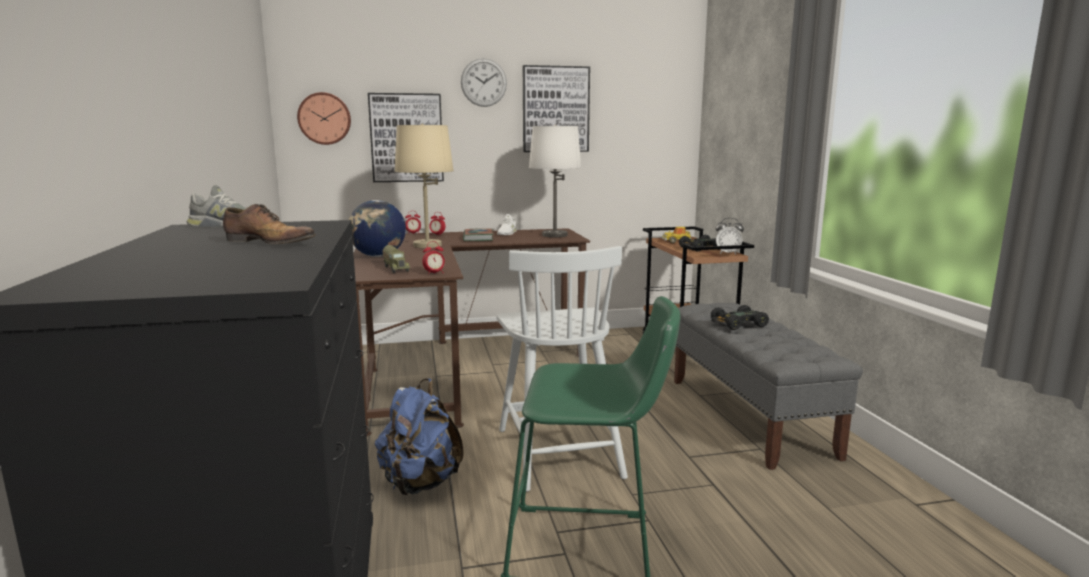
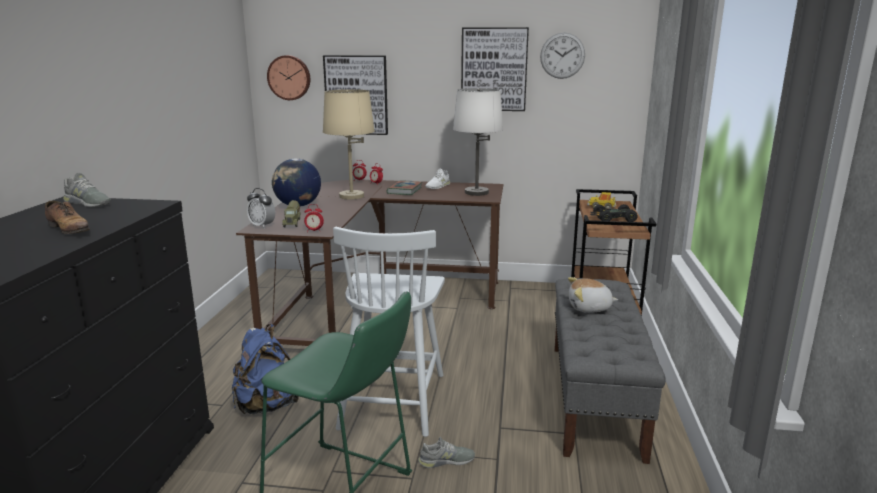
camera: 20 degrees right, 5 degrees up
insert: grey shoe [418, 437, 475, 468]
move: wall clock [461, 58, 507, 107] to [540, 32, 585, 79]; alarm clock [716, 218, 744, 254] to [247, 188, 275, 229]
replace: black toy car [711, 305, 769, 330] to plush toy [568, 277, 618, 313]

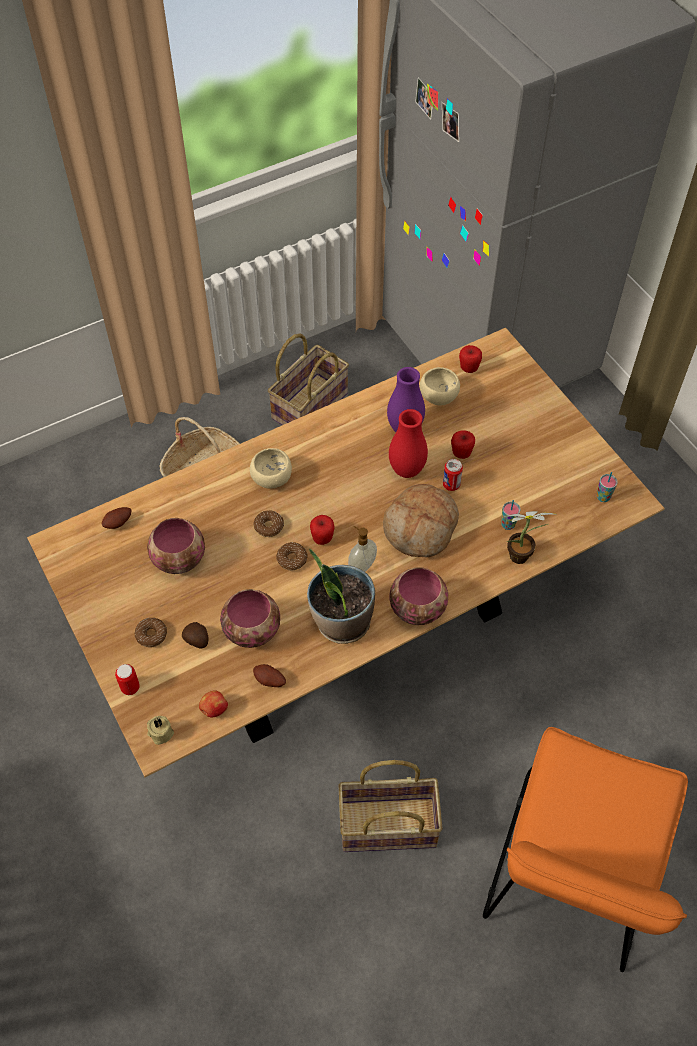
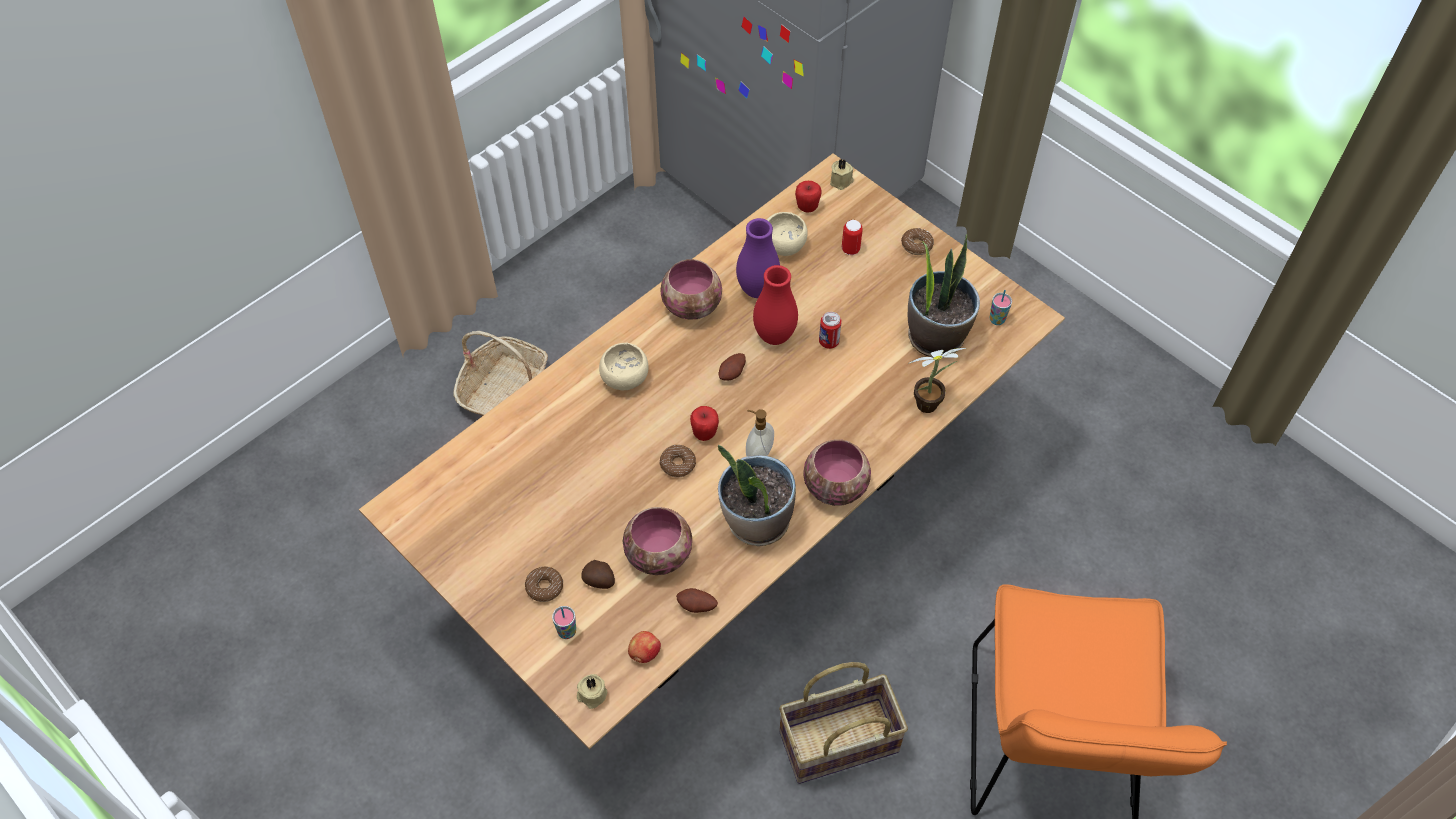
camera: 15 degrees left, 0 degrees up
delete: basket [268, 333, 349, 425]; bread [383, 484, 459, 558]; apple [451, 430, 475, 459]
insert: beige candle [830, 159, 854, 190]; potted plant [908, 234, 980, 358]
move: potato [102, 507, 131, 529] to [719, 353, 746, 381]; can [115, 664, 140, 695] to [842, 220, 863, 255]; bowl [147, 518, 205, 574] to [660, 259, 722, 320]; donut [253, 510, 284, 537] to [901, 228, 934, 255]; cup [501, 500, 520, 530] to [552, 606, 576, 639]

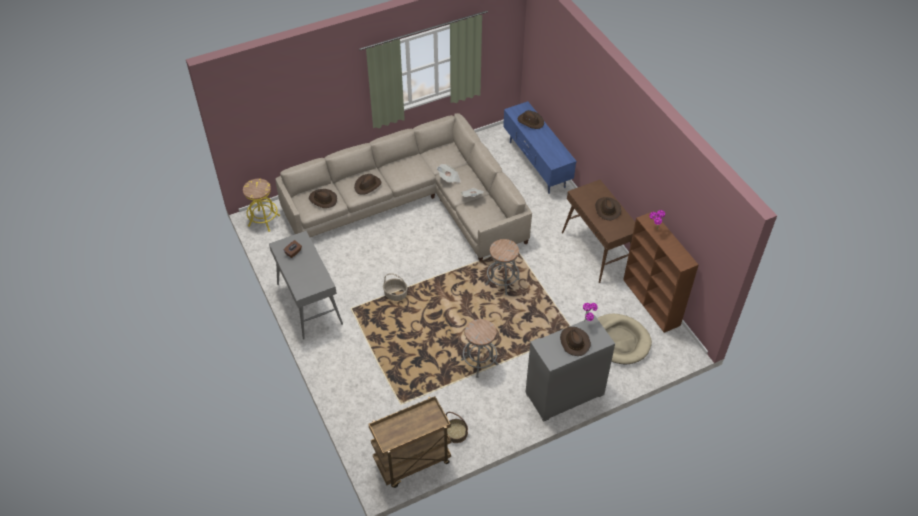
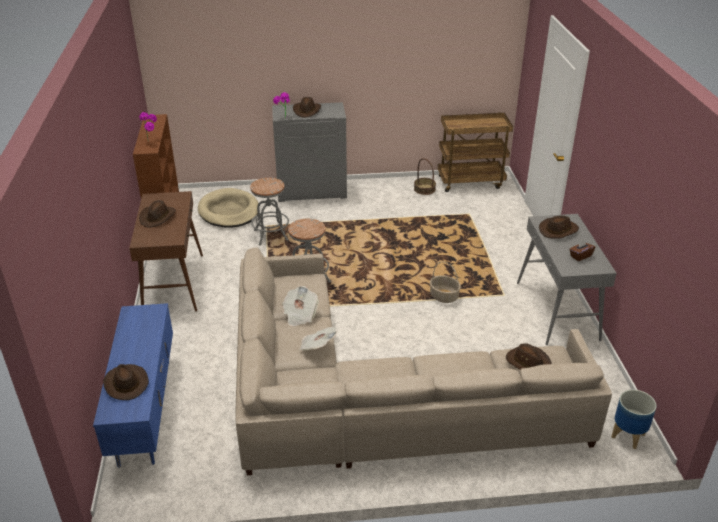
camera: 160 degrees left, 15 degrees down
move: brown hat [354, 174, 381, 195] to [539, 216, 579, 239]; grey stool [461, 319, 498, 378] to [250, 178, 289, 245]
replace: yellow stool [243, 179, 280, 232] to planter [611, 390, 657, 449]

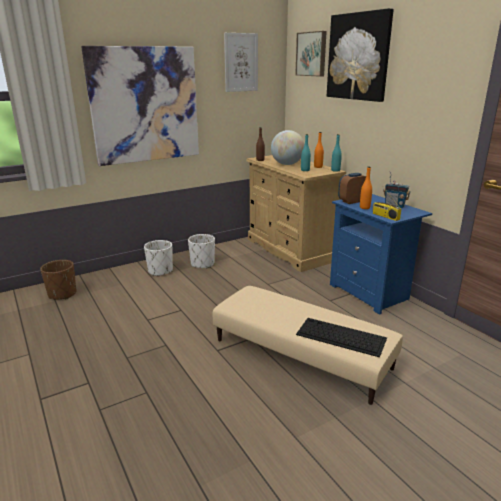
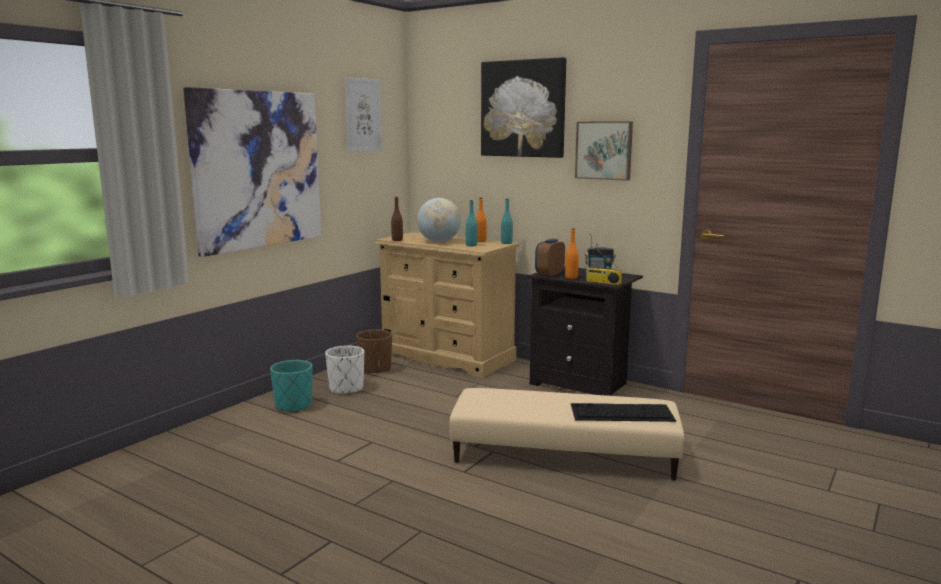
camera: 25 degrees left, 10 degrees down
move: brown planter [40, 260, 76, 299] to [356, 329, 392, 374]; picture [295, 31, 327, 77] to [575, 121, 633, 181]
recolor: white planter [144, 240, 173, 277] to turquoise planter [270, 360, 313, 413]; blue nightstand [330, 194, 432, 315] to black nightstand [527, 266, 643, 396]

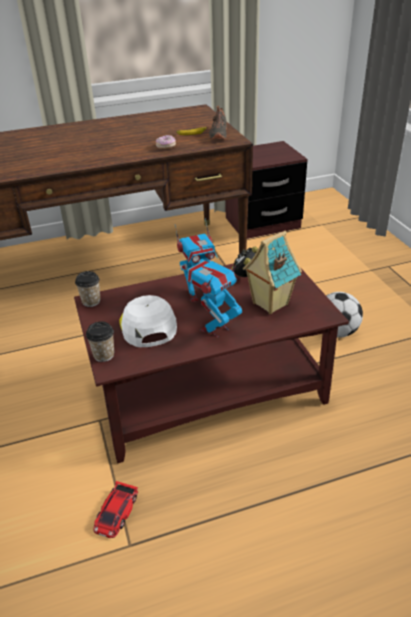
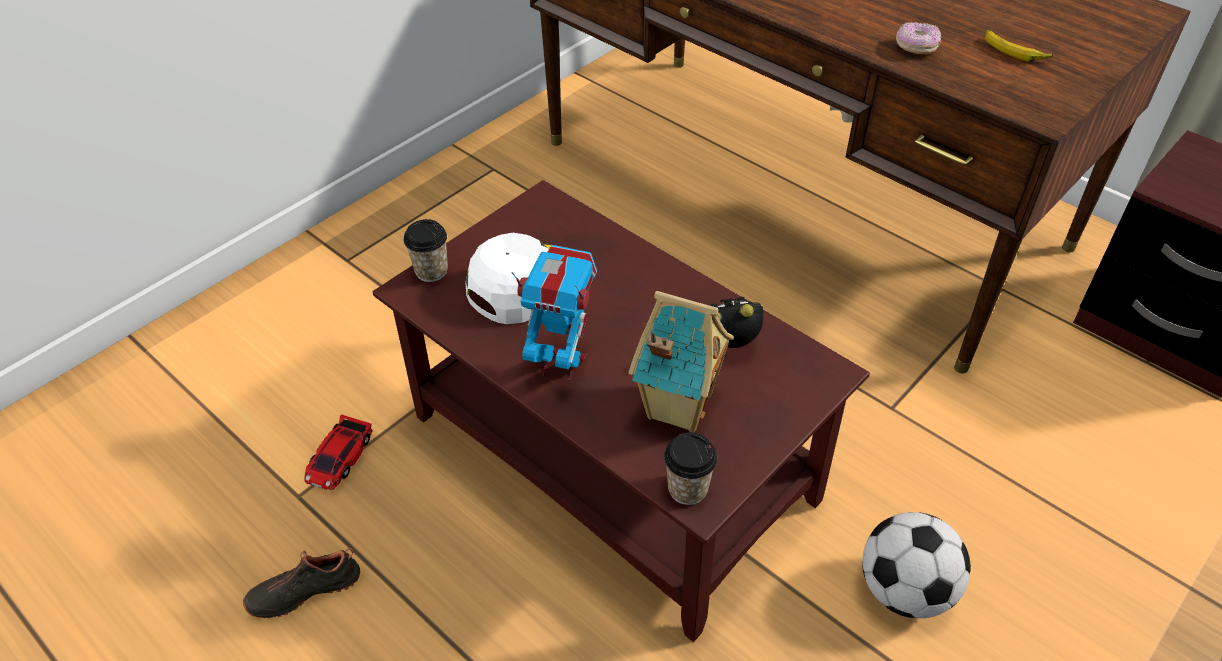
camera: 60 degrees right, 10 degrees up
delete: toy robot [175, 218, 218, 302]
move: cup [75, 271, 101, 307] to [664, 433, 717, 505]; black shoe [209, 106, 227, 139] to [243, 548, 360, 618]
rotate: toy car [93, 481, 138, 538] = [304, 415, 373, 490] 60 degrees counterclockwise

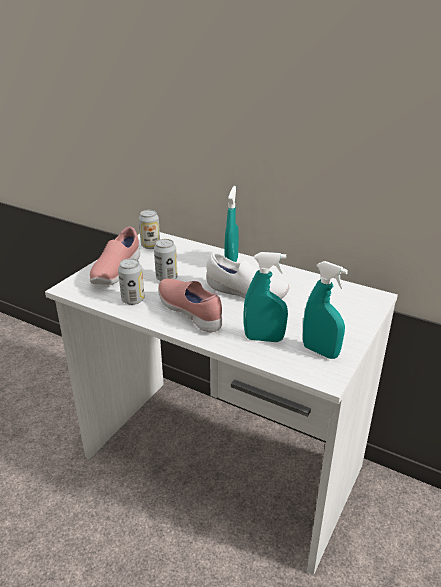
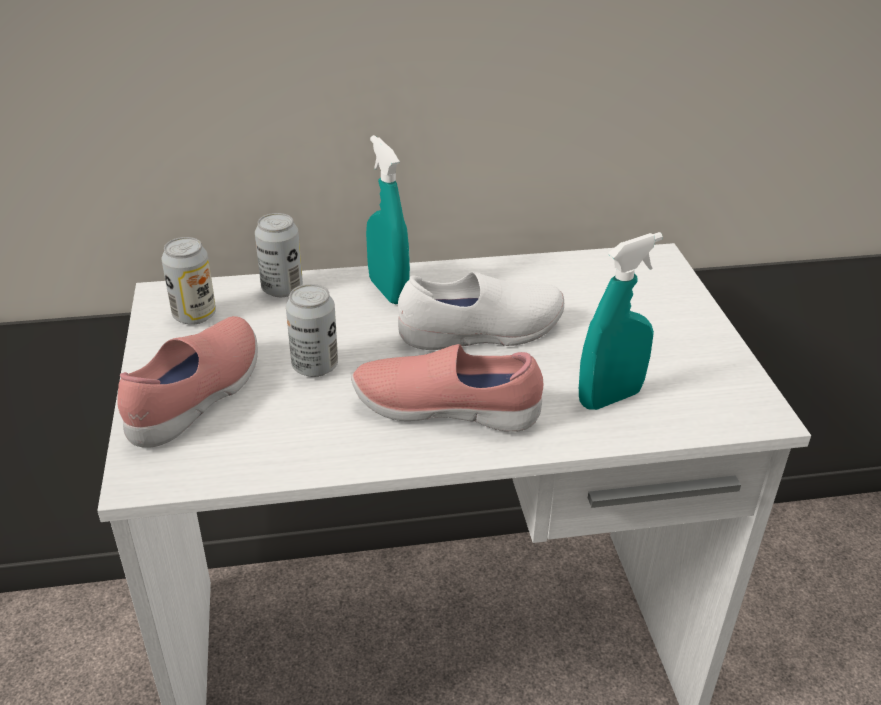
camera: 40 degrees left, 5 degrees up
delete: turquoise spray bottle [303, 261, 348, 359]
move: can [118, 258, 145, 305] to [255, 213, 303, 297]
rotate: pink shoe [90, 227, 140, 285] = [117, 316, 258, 448] 135 degrees counterclockwise

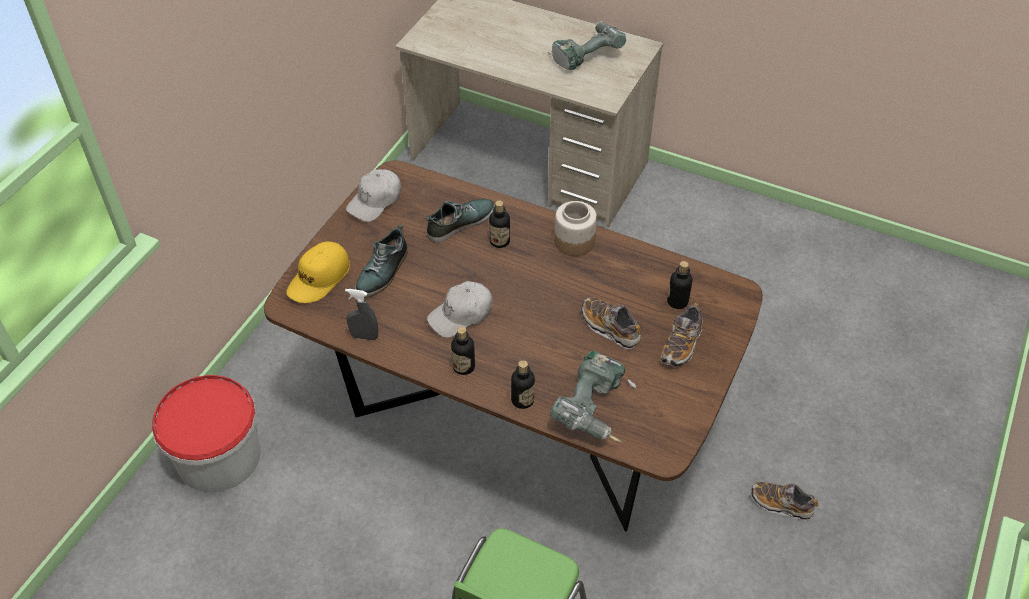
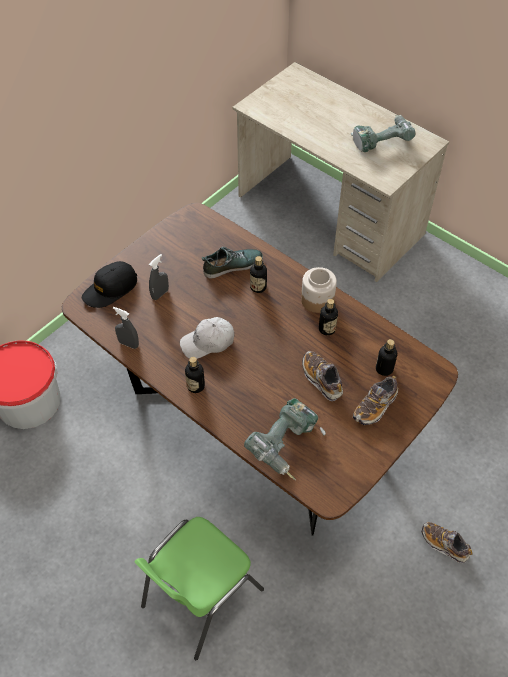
camera: 15 degrees right, 5 degrees up
delete: white cap [346, 169, 401, 222]
move: bottle [511, 360, 535, 409] to [319, 299, 338, 335]
replace: shoe [355, 224, 408, 298] to grey spray bottle [149, 254, 169, 300]
recolor: yellow cap [286, 241, 350, 303] to black cap [82, 261, 137, 308]

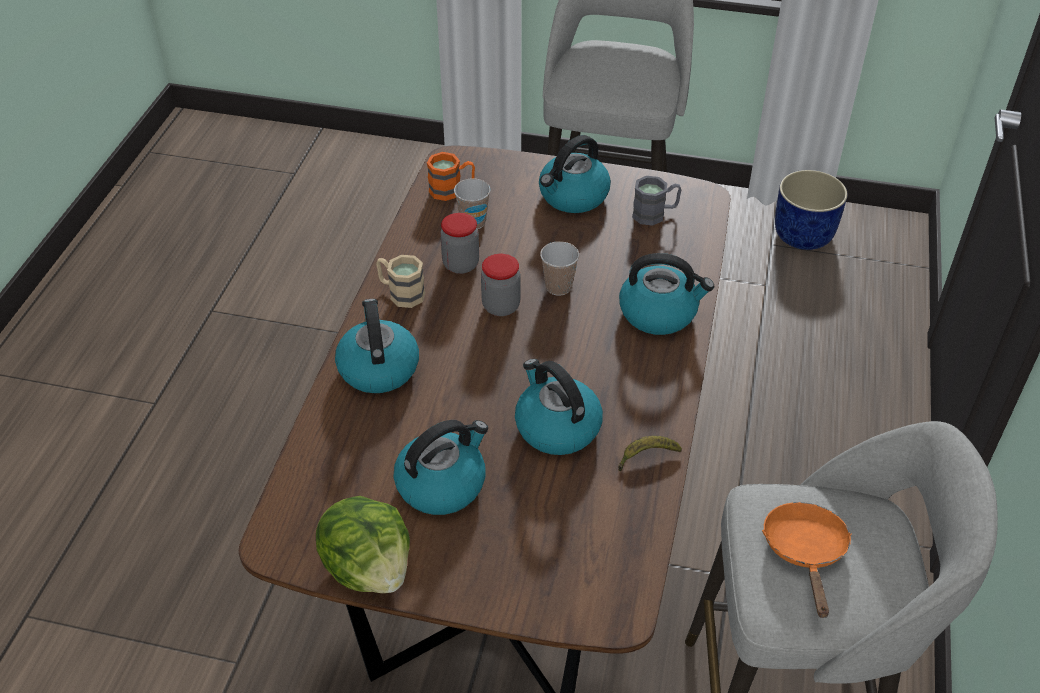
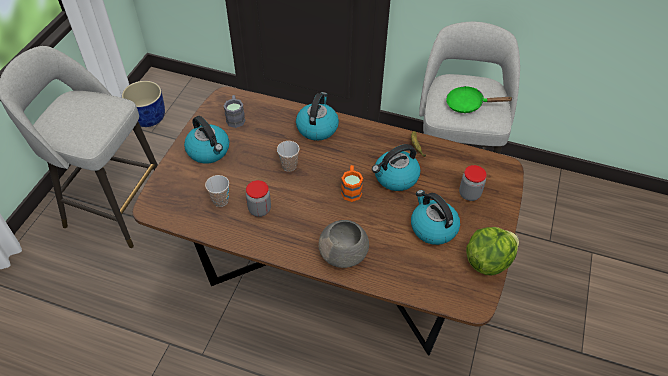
camera: 85 degrees left, 5 degrees up
delete: beige mug [376, 255, 425, 308]
move: orange mug [427, 152, 475, 201] to [341, 165, 363, 202]; jar [481, 254, 520, 316] to [459, 165, 487, 201]
replace: kettle [335, 299, 419, 393] to grey bowl [319, 220, 369, 268]
recolor: orange frying pan [762, 502, 852, 618] to green frying pan [446, 86, 513, 113]

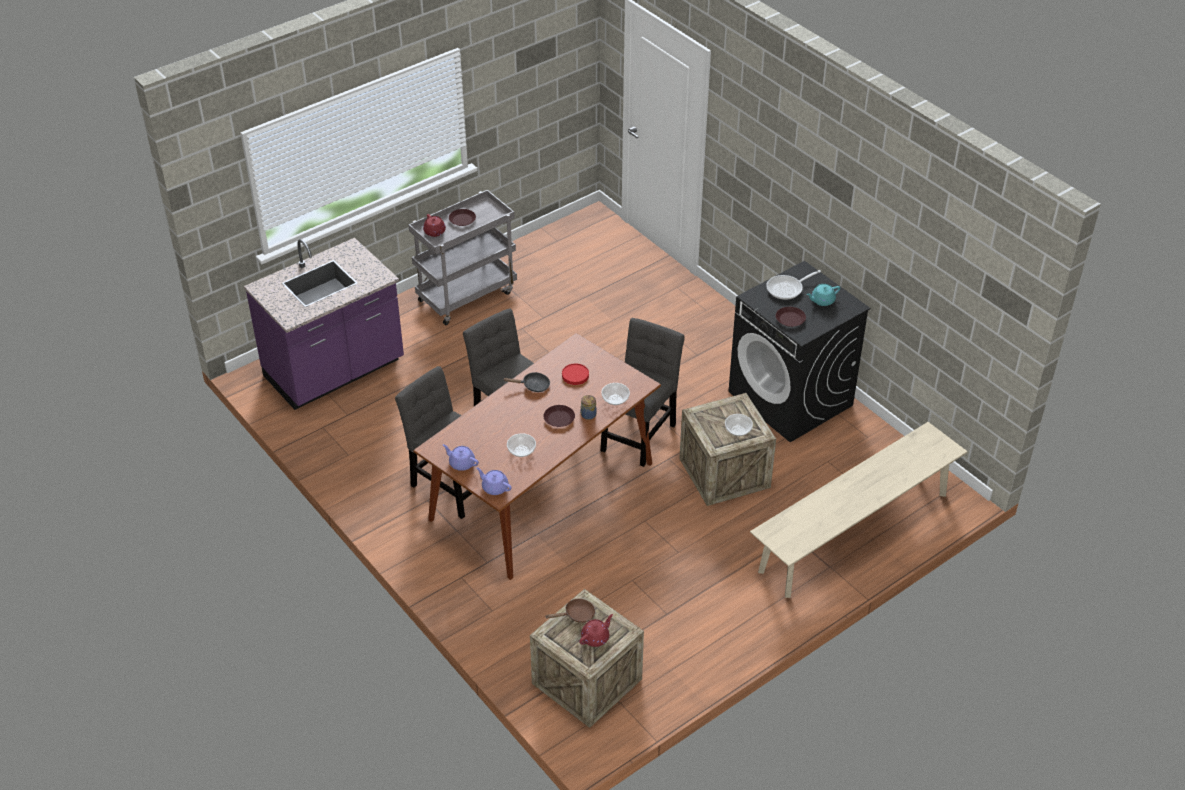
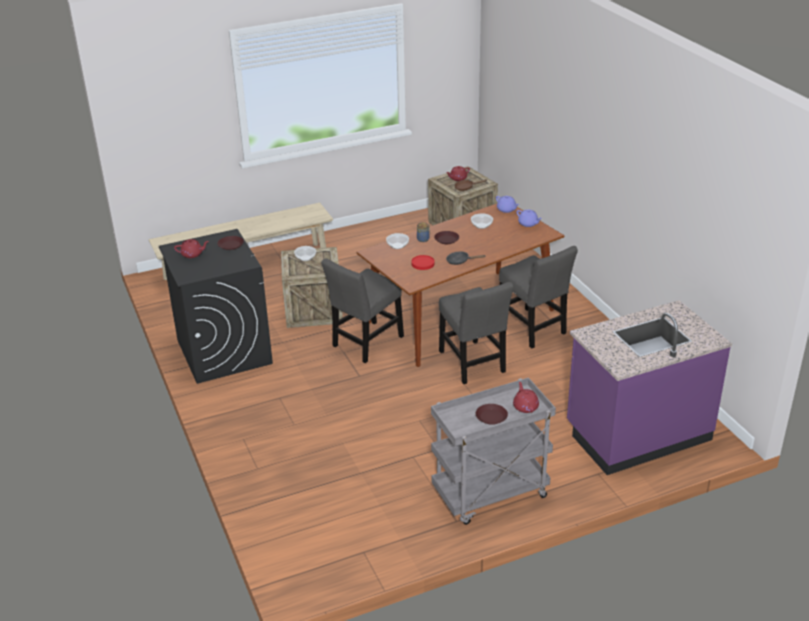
camera: 165 degrees left, 10 degrees down
delete: frying pan [766, 270, 821, 300]
recolor: turquoise teapot [806, 284, 840, 306] to red teapot [174, 239, 209, 258]

